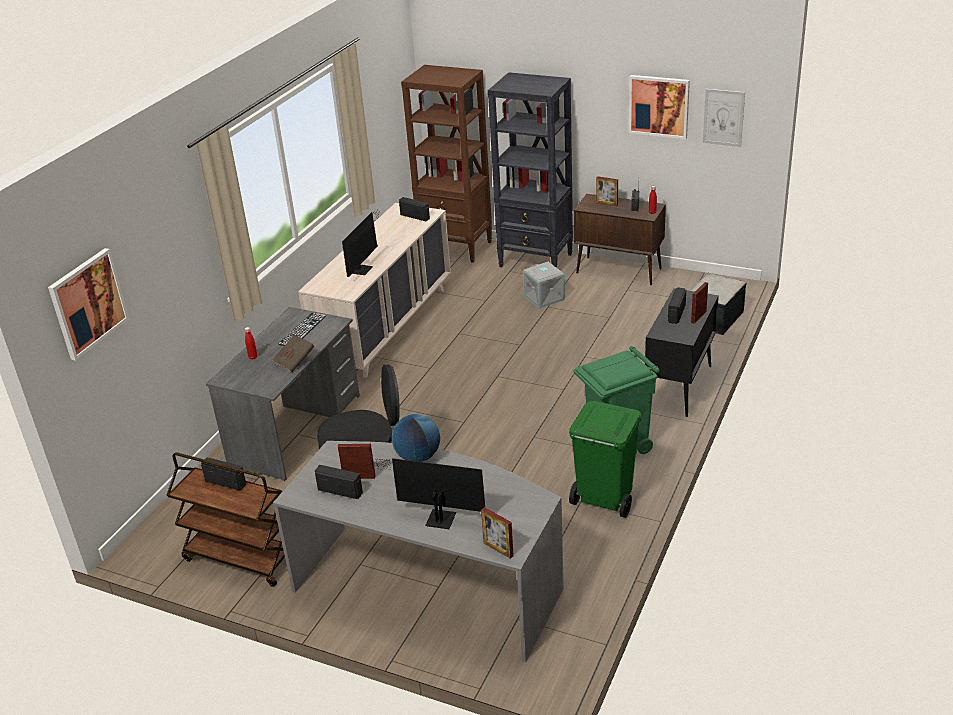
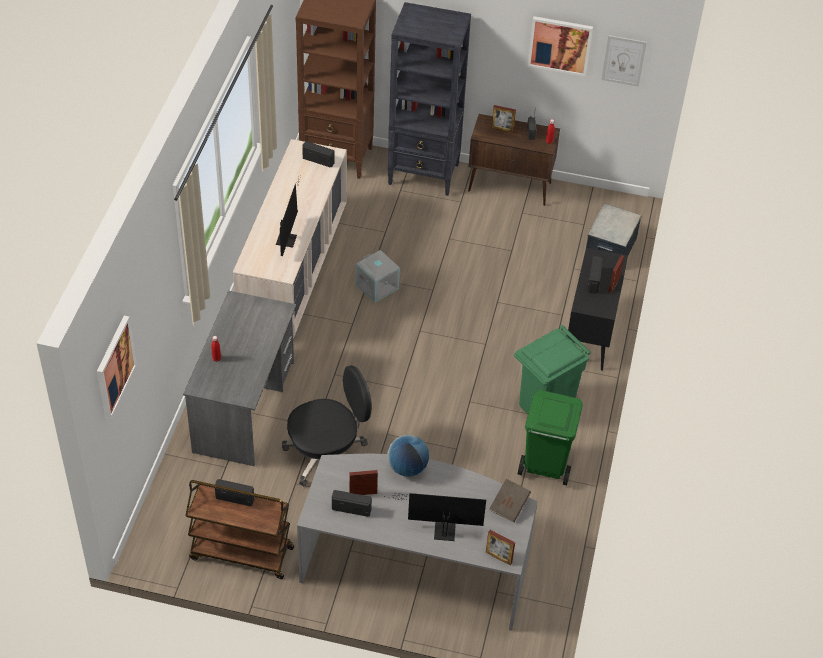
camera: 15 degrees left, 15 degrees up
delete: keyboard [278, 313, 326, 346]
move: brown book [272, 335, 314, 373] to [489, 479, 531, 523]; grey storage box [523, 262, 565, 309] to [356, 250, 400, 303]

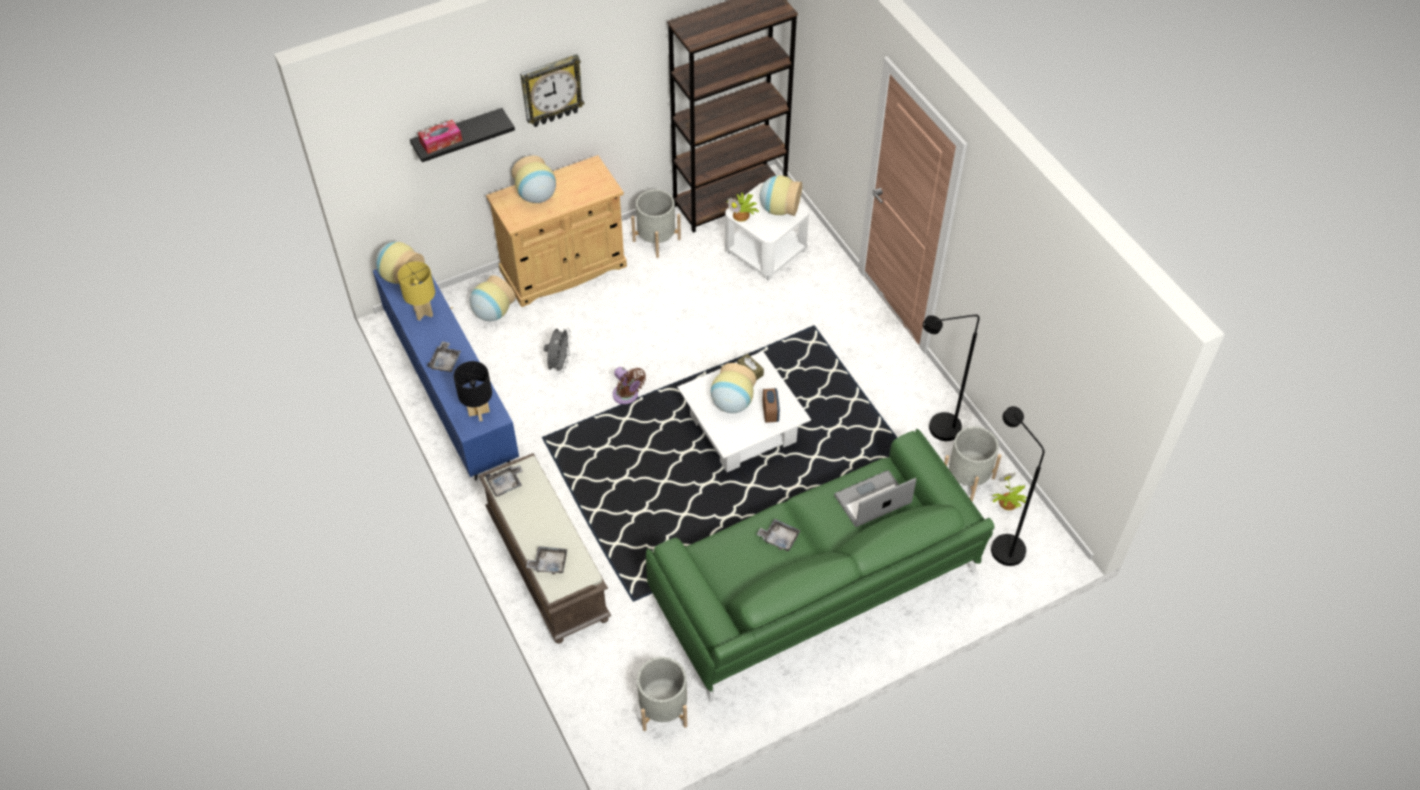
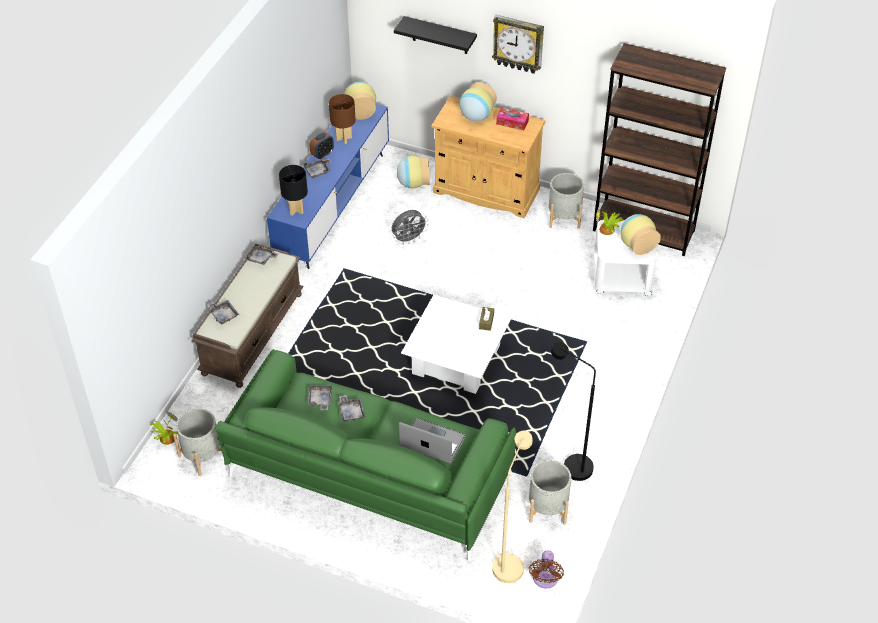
camera: 50 degrees right, 5 degrees down
delete: vase [711, 363, 756, 413]
insert: grey tray [307, 386, 332, 410]
move: tissue box [418, 120, 462, 154] to [496, 107, 529, 130]; brown fan [613, 367, 646, 404] to [529, 551, 564, 588]; alarm clock [763, 388, 780, 423] to [309, 132, 334, 159]; potted plant [992, 473, 1027, 510] to [150, 411, 178, 445]
recolor: yellow table lamp [398, 261, 435, 321] to brown table lamp [329, 94, 356, 144]; black floor lamp [991, 406, 1045, 566] to beige floor lamp [492, 431, 533, 583]

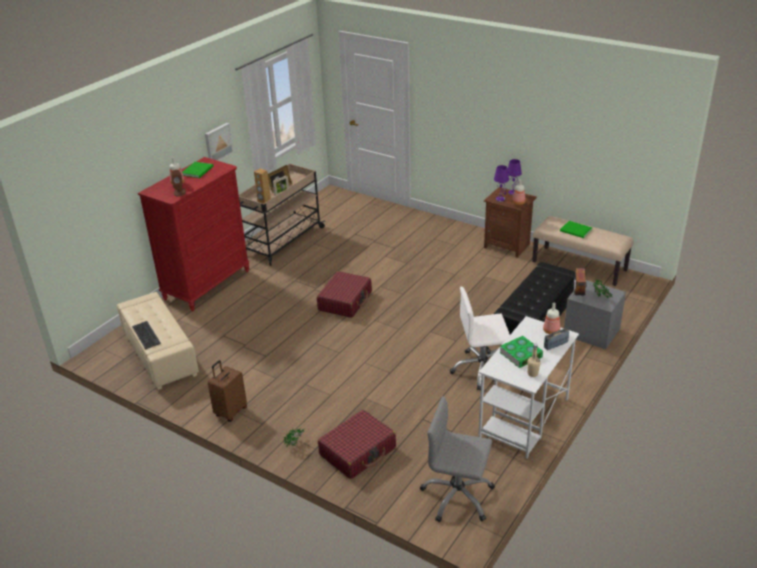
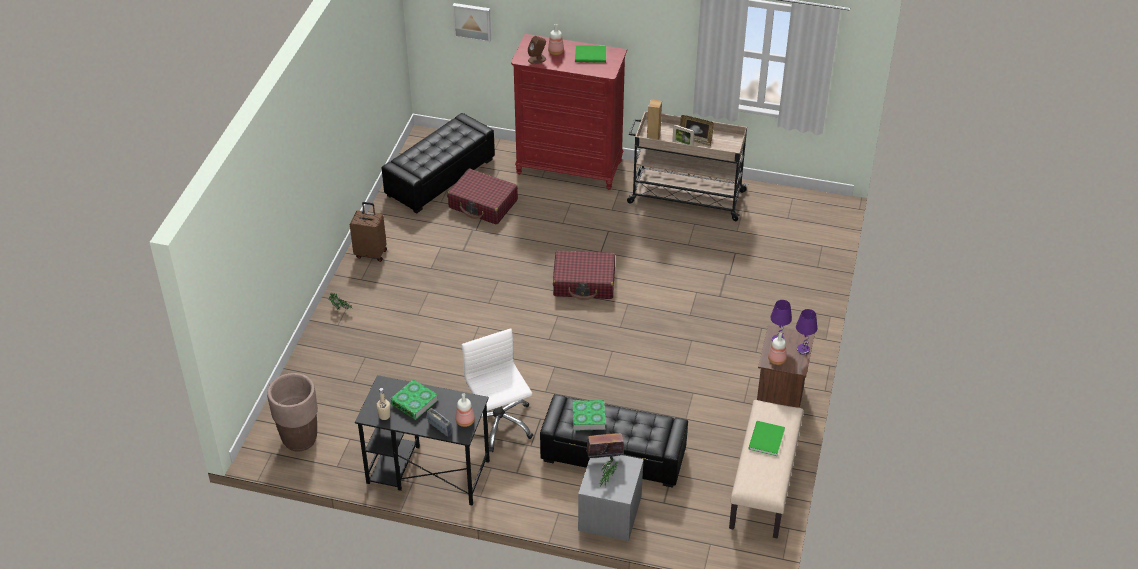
camera: 70 degrees right, 10 degrees up
delete: keyboard [132, 321, 161, 349]
insert: book [573, 400, 606, 431]
move: picture [205, 123, 233, 161] to [452, 3, 491, 42]; red suitcase [318, 410, 396, 479] to [447, 169, 518, 225]
replace: grey office chair [420, 396, 495, 522] to brown planter [267, 373, 318, 451]
recolor: beige ottoman [117, 292, 199, 390] to black ottoman [382, 113, 495, 214]; white desk [478, 316, 579, 458] to black desk [355, 375, 490, 506]

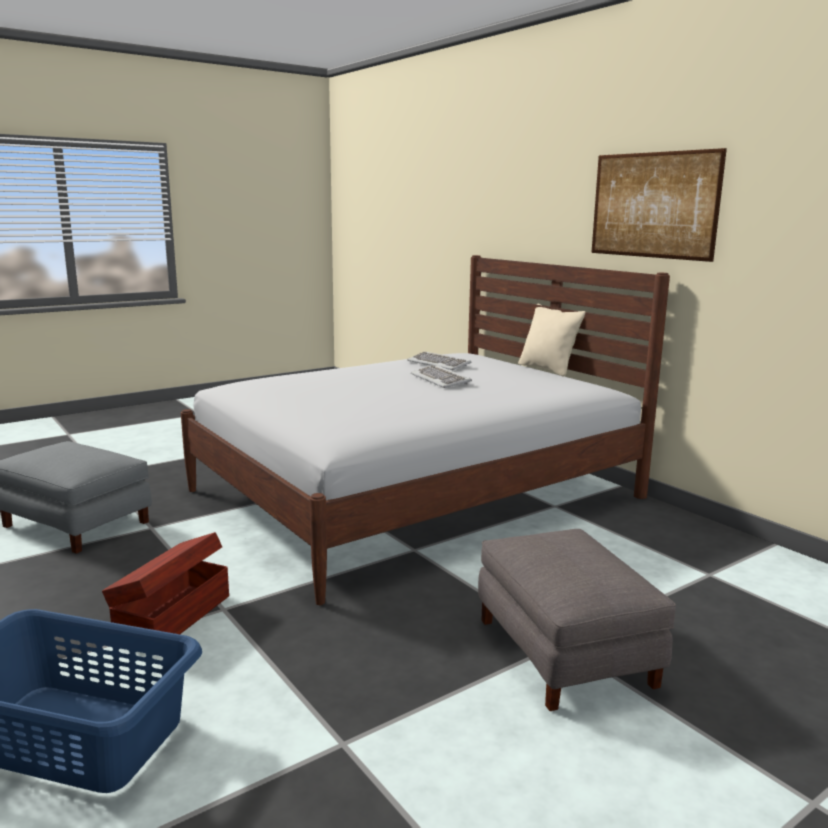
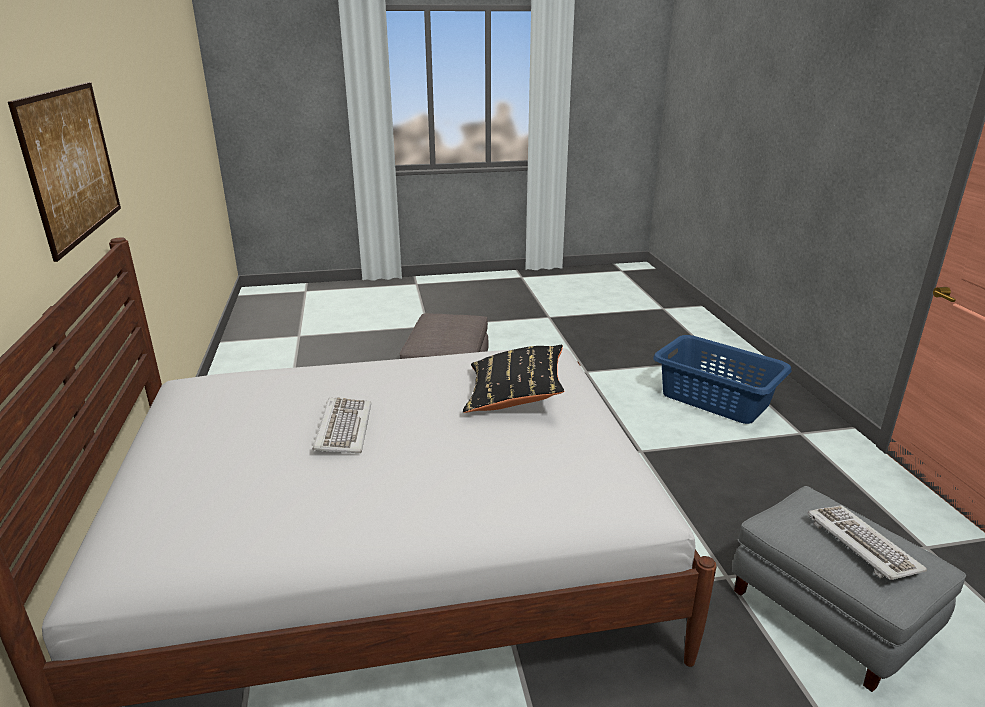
camera: 155 degrees left, 10 degrees up
delete: brown storage box [102, 532, 229, 634]; beige pillow [518, 304, 586, 377]
insert: black pillow [463, 345, 564, 413]
move: keyboard [407, 352, 472, 370] to [807, 505, 927, 580]

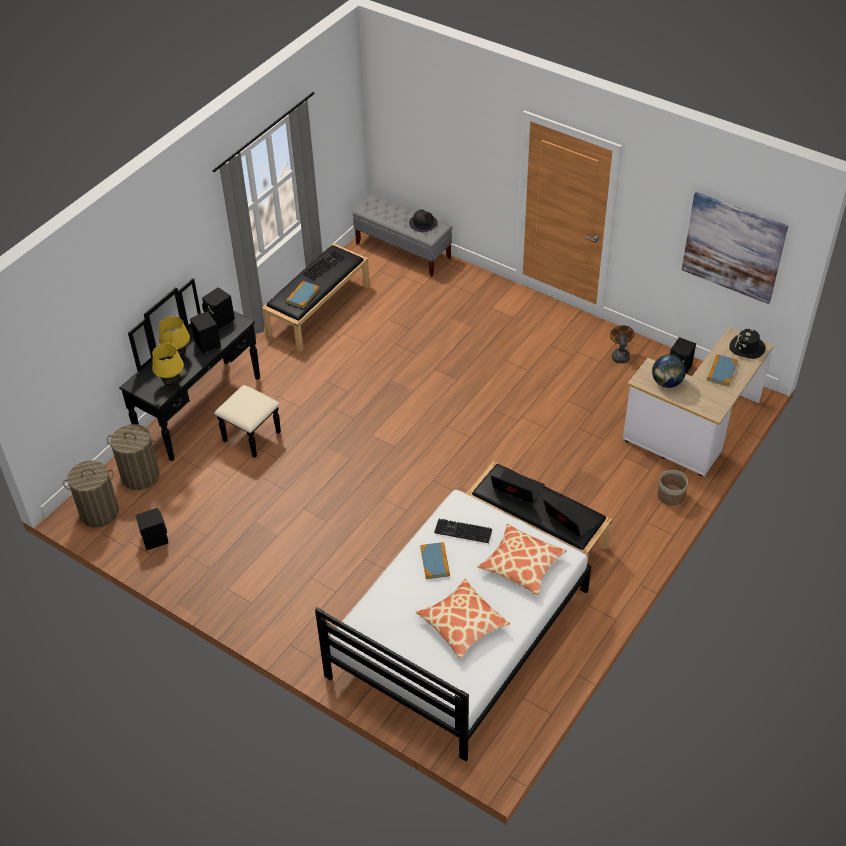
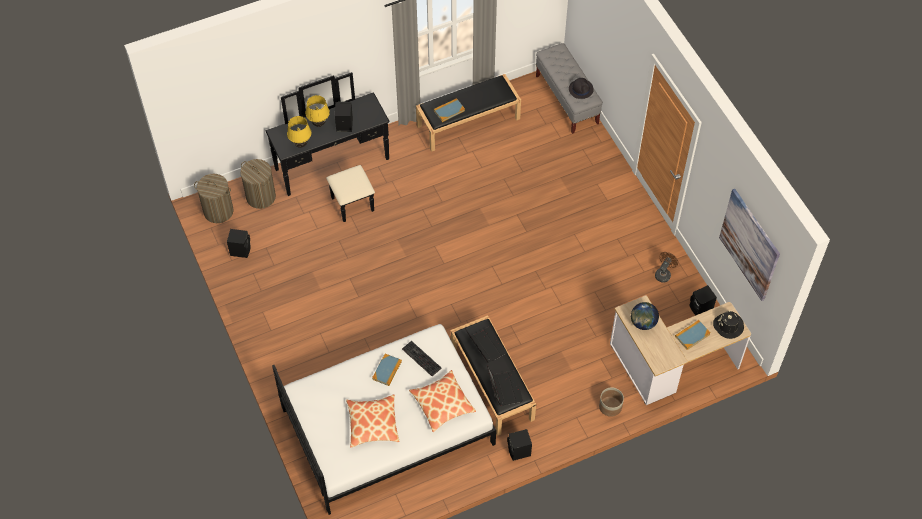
camera: 30 degrees right, 10 degrees up
delete: keyboard [303, 250, 344, 280]
move: black speaker [202, 287, 235, 329] to [507, 429, 532, 461]

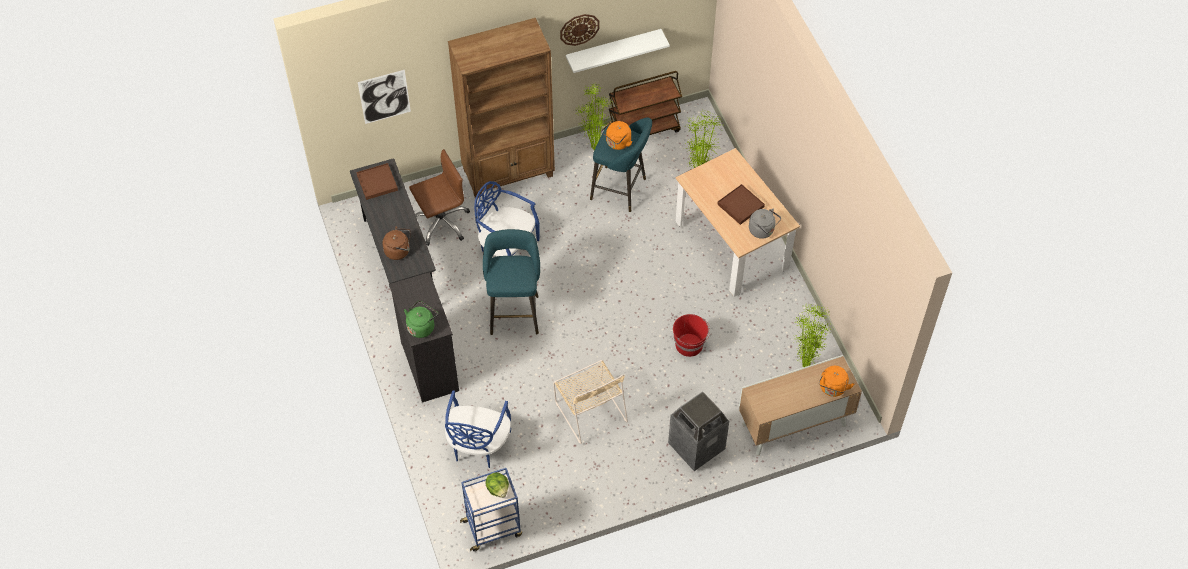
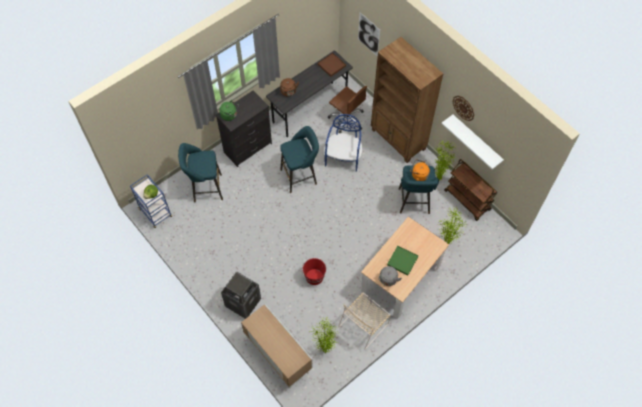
camera: 70 degrees right, 5 degrees up
delete: orange kettle [819, 366, 854, 397]
move: beige chair [553, 360, 628, 444] to [338, 292, 391, 350]
replace: blue chair [445, 390, 511, 468] to turquoise stool [178, 143, 223, 203]
recolor: brown tray [717, 184, 765, 225] to green tray [387, 246, 418, 276]

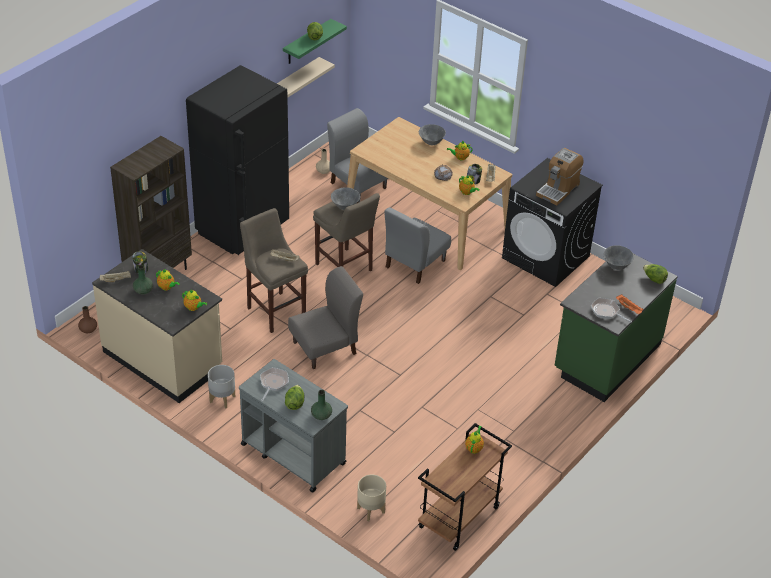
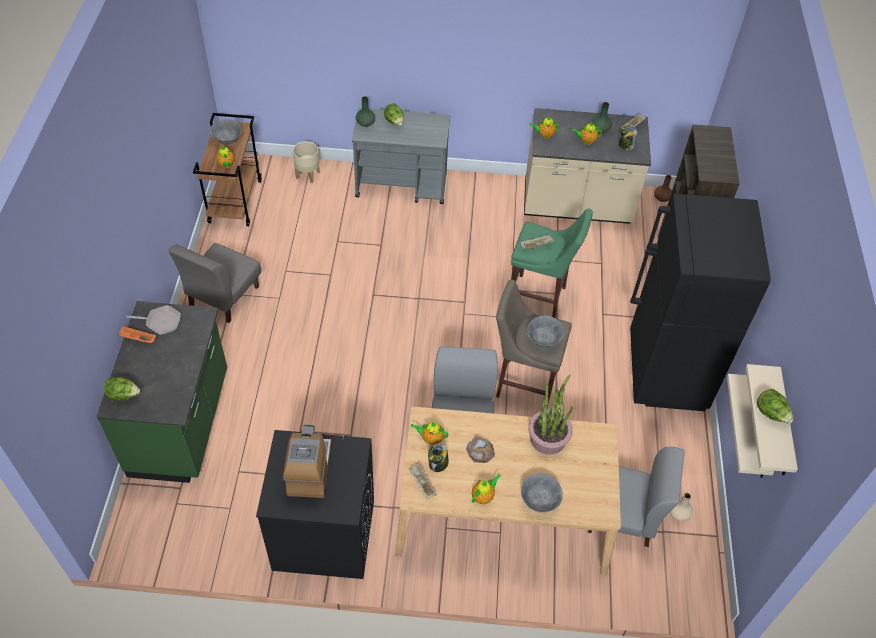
camera: 145 degrees right, 10 degrees up
delete: grey planter [208, 365, 235, 409]; frying pan [260, 367, 289, 402]
insert: potted plant [528, 375, 573, 455]
move: grey chair [288, 266, 363, 369] to [169, 243, 261, 323]; grey bowl [604, 245, 634, 270] to [210, 119, 242, 145]
recolor: beige stool [240, 208, 308, 333] to green stool [511, 208, 593, 318]; green shelf [283, 19, 347, 64] to beige shelf [746, 364, 798, 475]

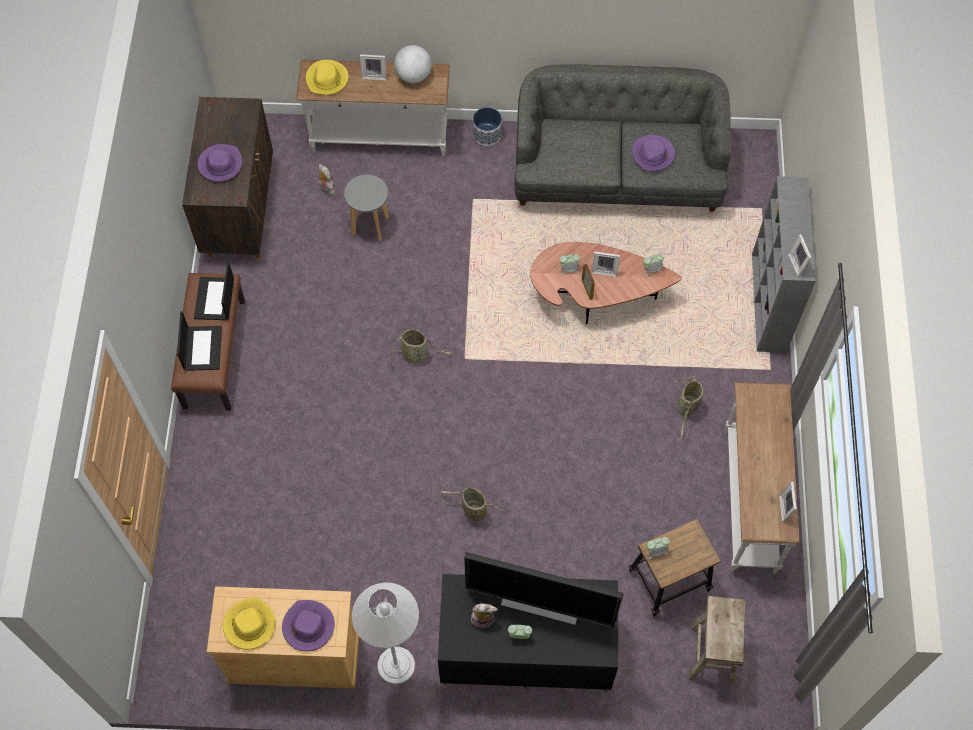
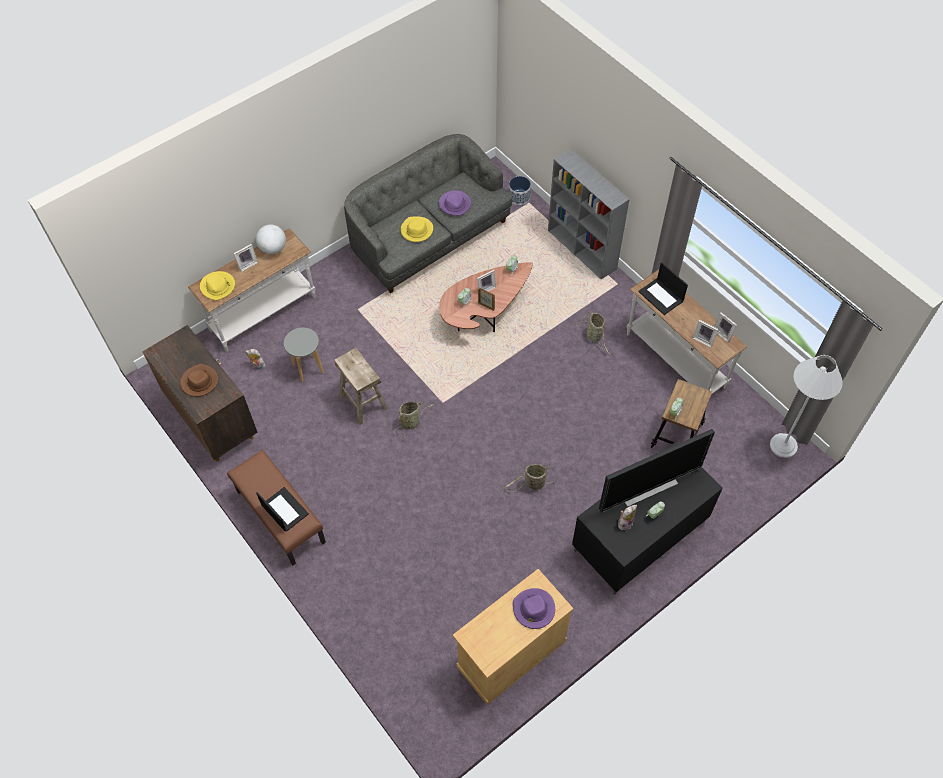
camera: 40 degrees left, 5 degrees down
move: laptop [194, 262, 234, 320] to [638, 262, 688, 315]; yellow hat [223, 597, 275, 650] to [401, 216, 433, 242]; white floor lamp [352, 583, 419, 684] to [770, 355, 843, 458]; planter [473, 107, 502, 146] to [509, 176, 531, 205]; beige stool [688, 596, 745, 685] to [334, 347, 388, 425]; picture frame [788, 234, 812, 277] to [693, 320, 719, 347]
recolor: purple hat [197, 144, 242, 182] to brown hat [180, 364, 218, 397]

